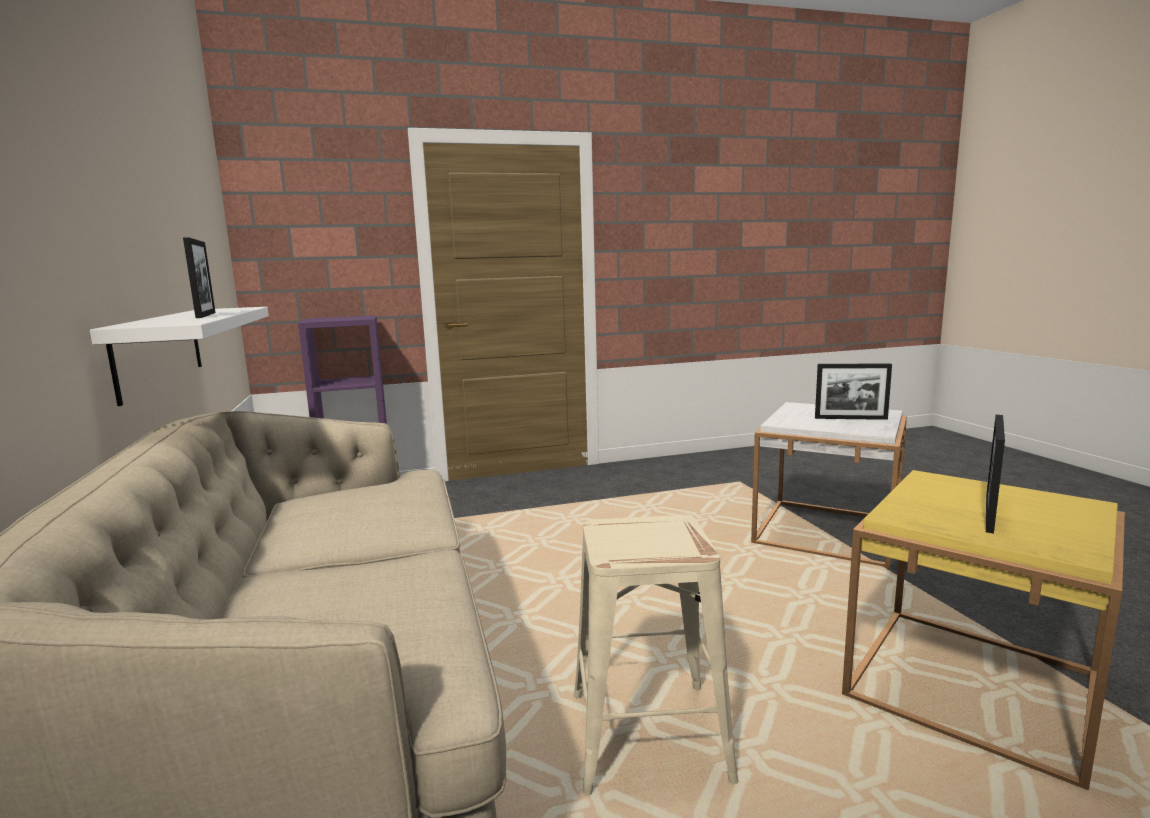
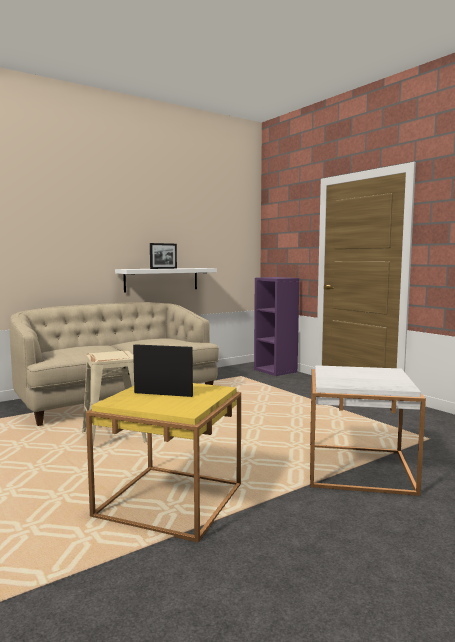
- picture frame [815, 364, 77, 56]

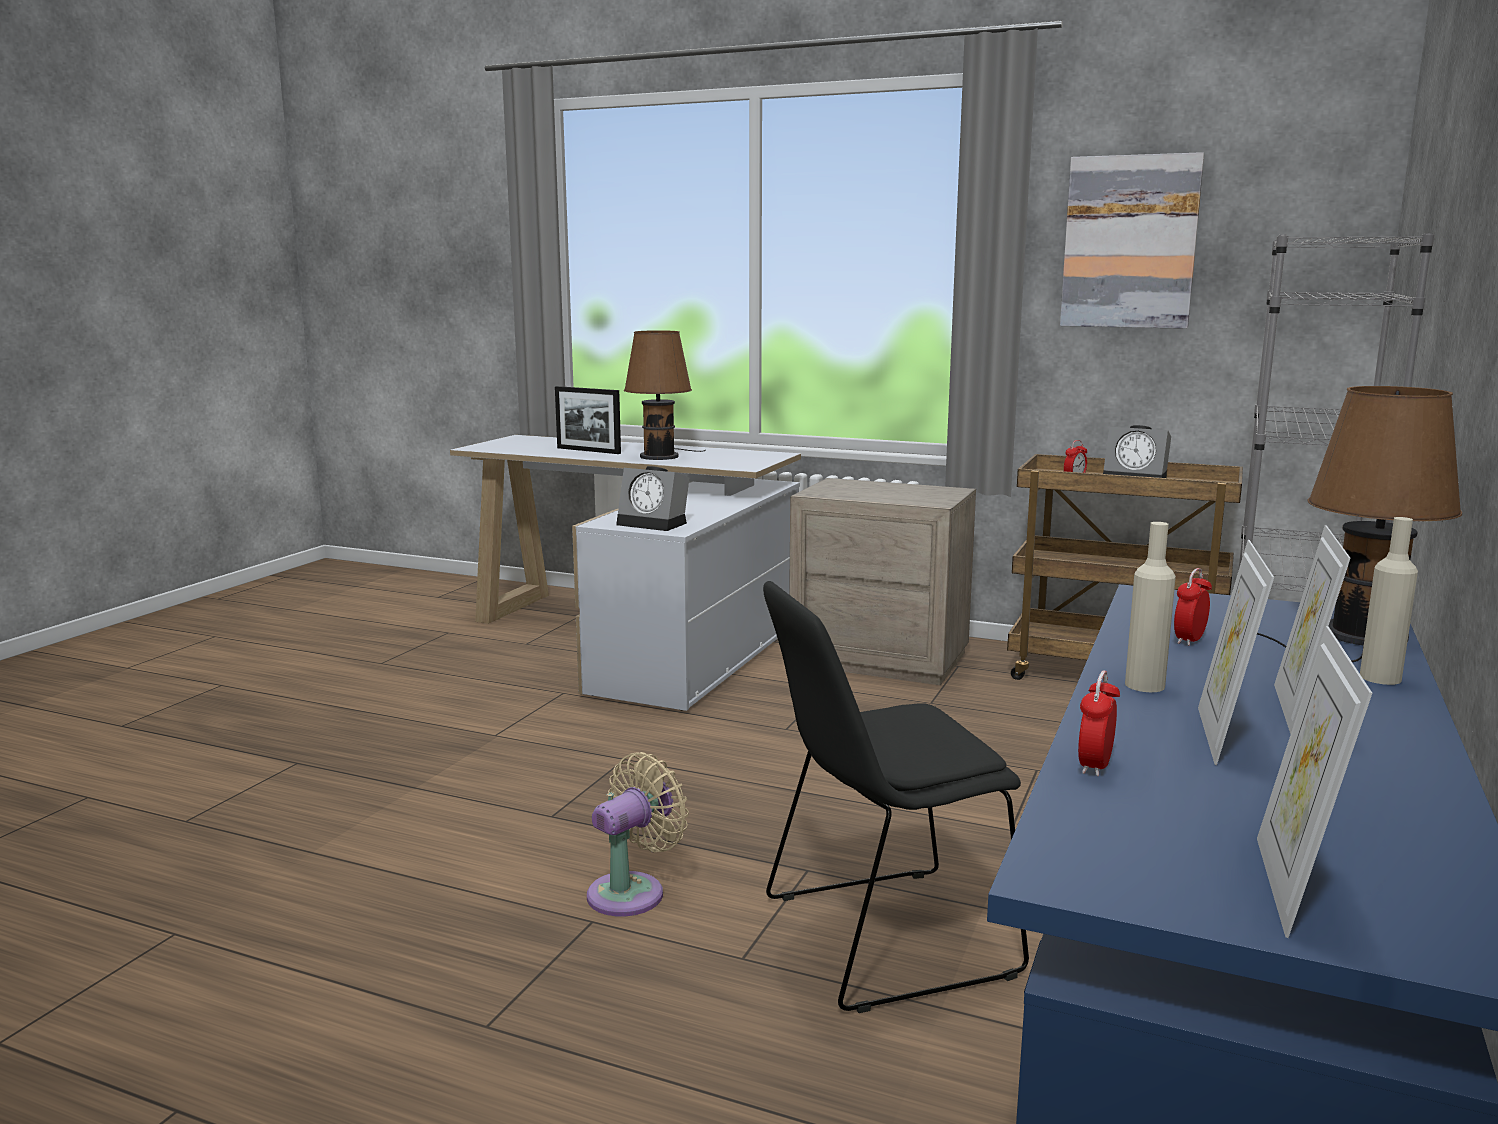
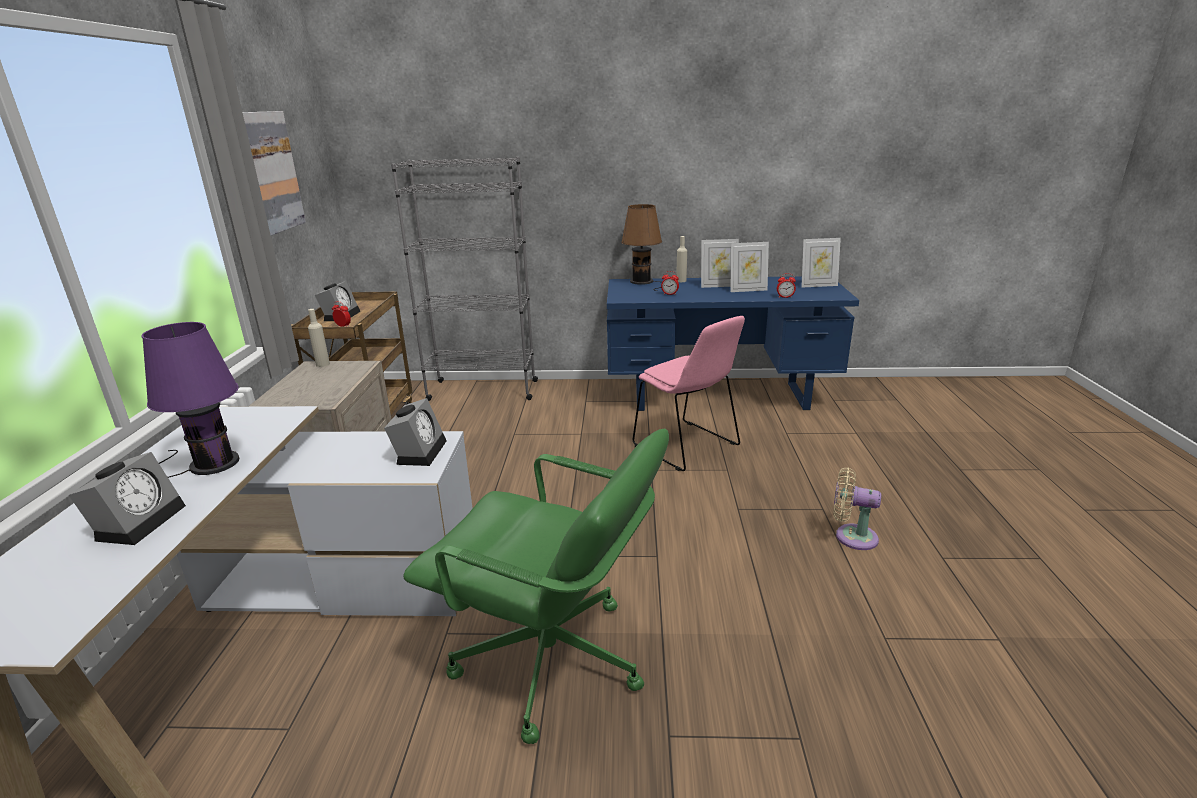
+ green office chair [403, 429, 266, 315]
~ beige fan [587, 752, 102, 164] to [833, 467, 48, 83]
~ beige bottle [1125, 522, 51, 170] to [308, 309, 22, 58]
~ picture frame [555, 386, 66, 68] to alarm clock [69, 452, 117, 93]
~ brown table lamp [624, 330, 81, 130] to purple table lamp [141, 322, 98, 156]
~ black chair [763, 581, 266, 432] to pink chair [633, 316, 112, 155]

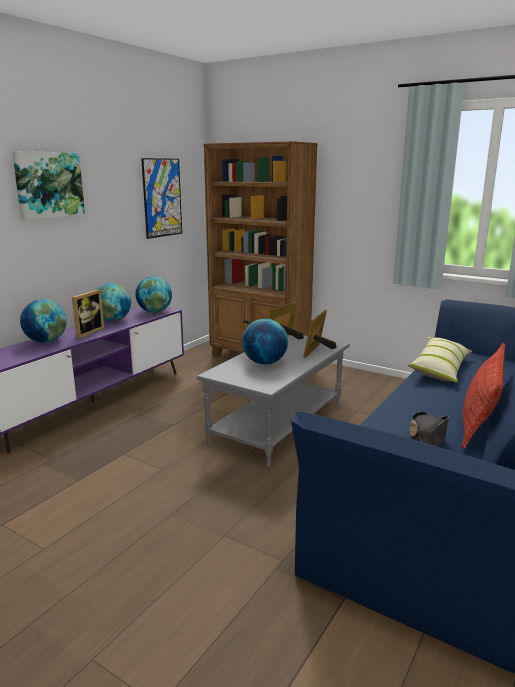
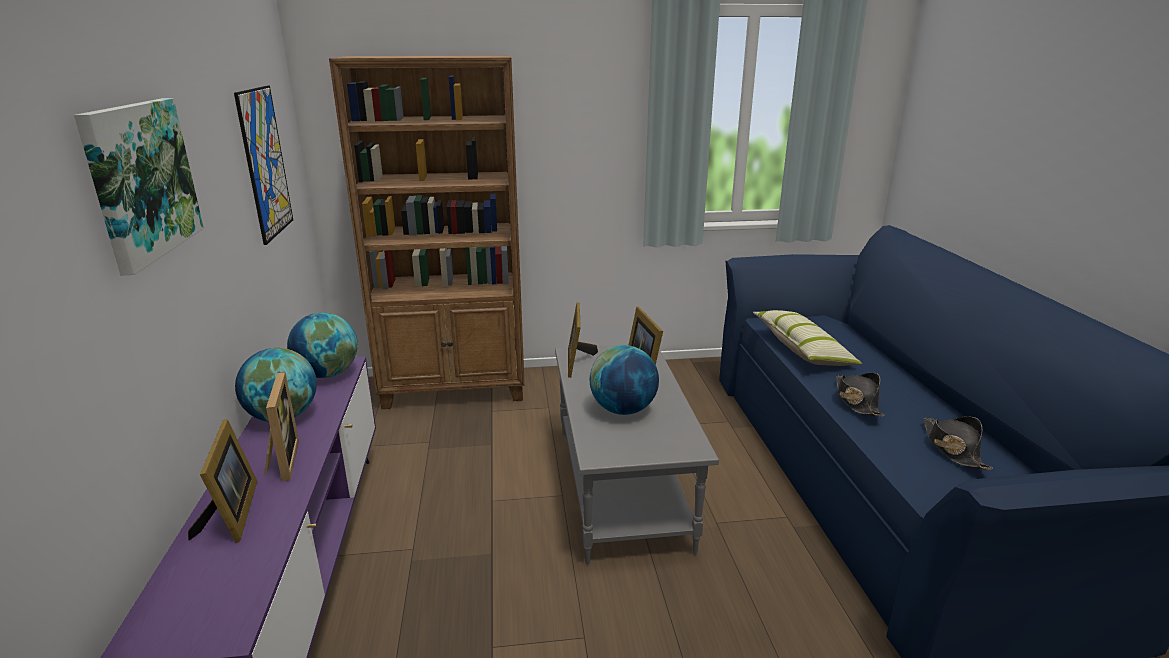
- pillow [461, 343, 44, 105]
+ black hat [836, 373, 48, 43]
~ globe [20, 299, 47, 44] to picture frame [188, 419, 69, 124]

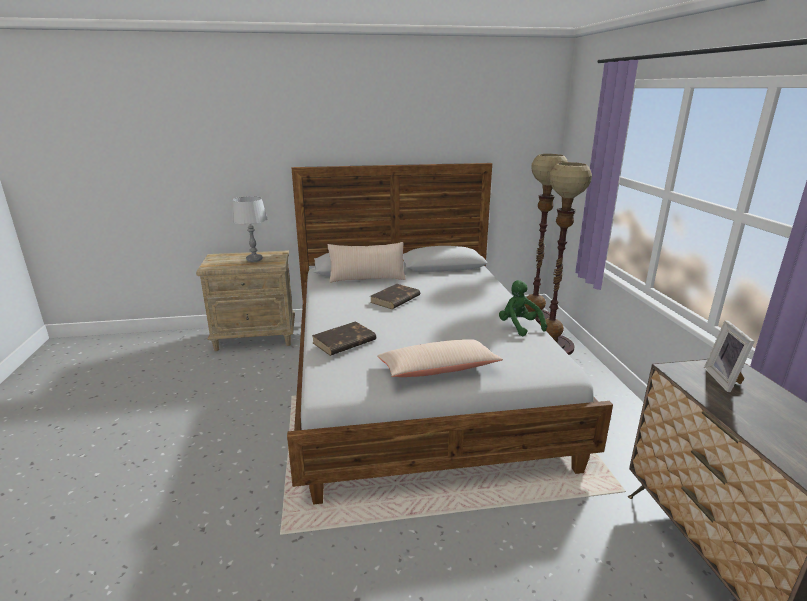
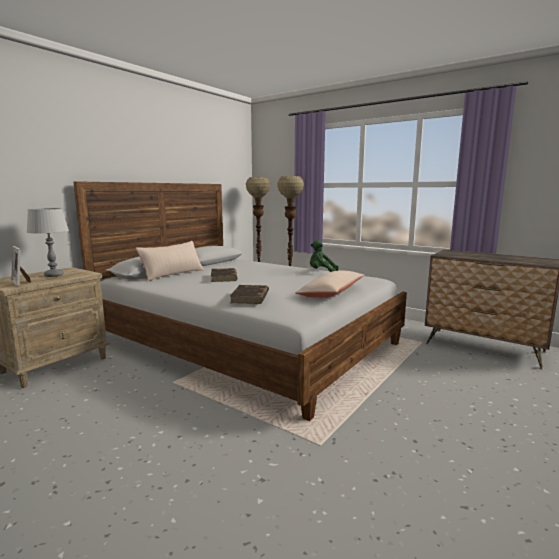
~ picture frame [704, 320, 51, 73] to [11, 246, 20, 40]

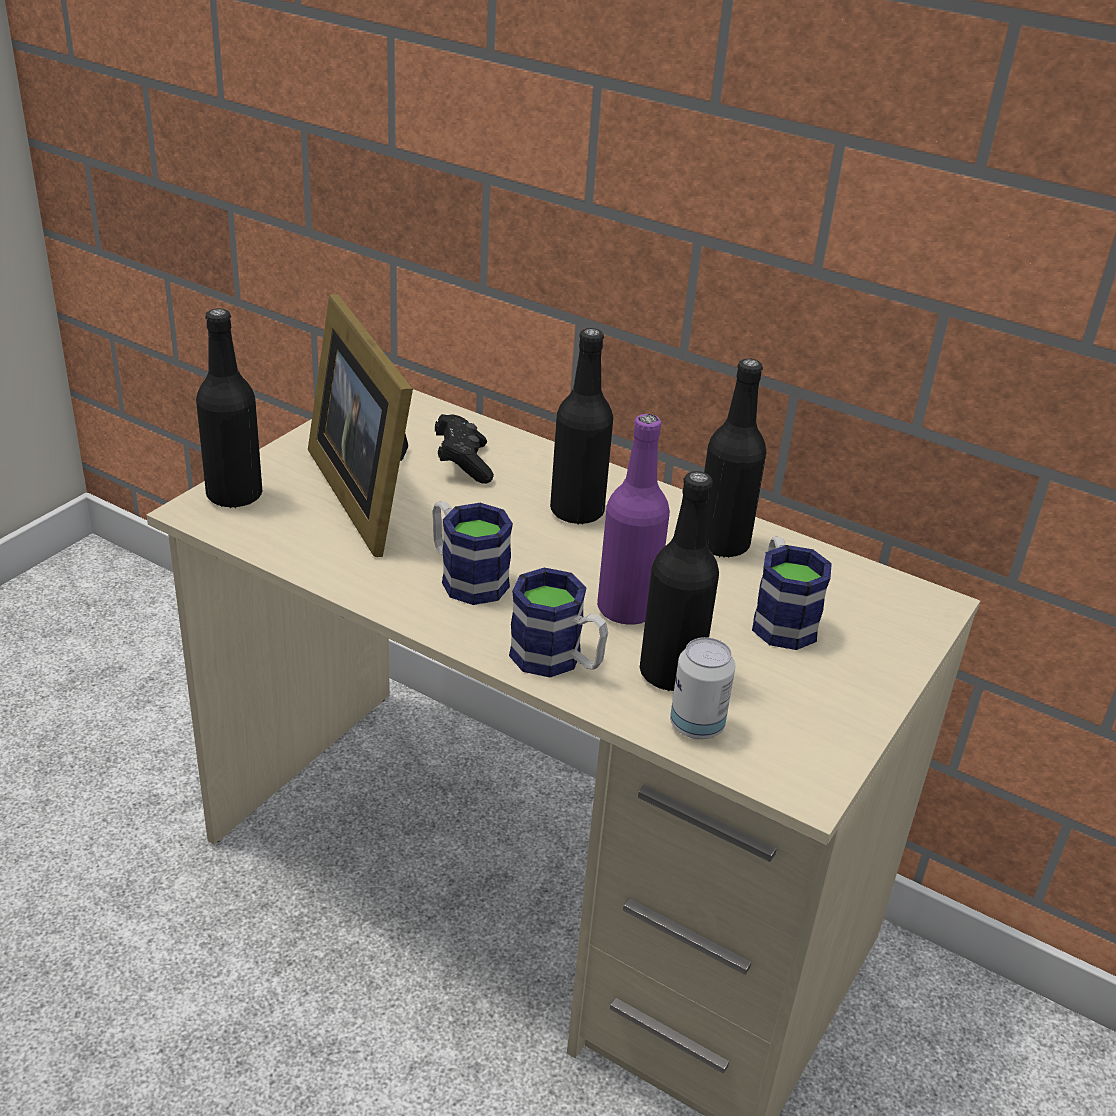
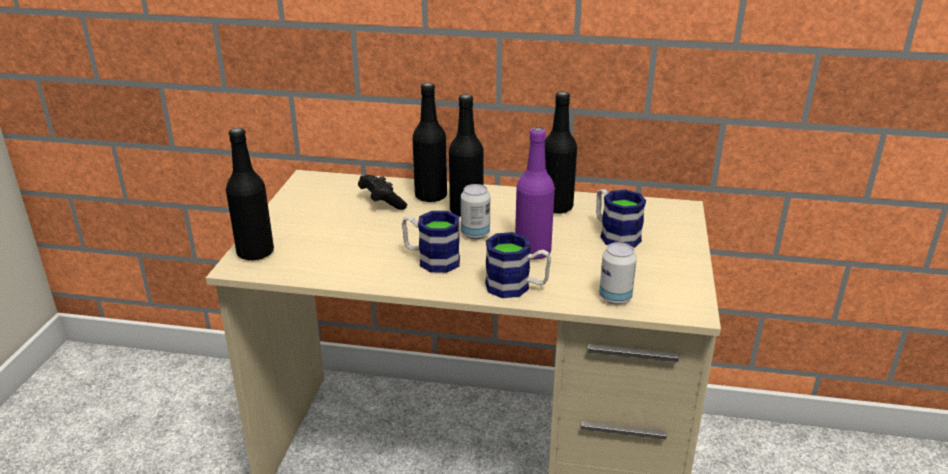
- picture frame [308, 294, 105, 263]
+ can [461, 184, 29, 55]
~ black bottle [640, 471, 79, 221] to [412, 83, 35, 120]

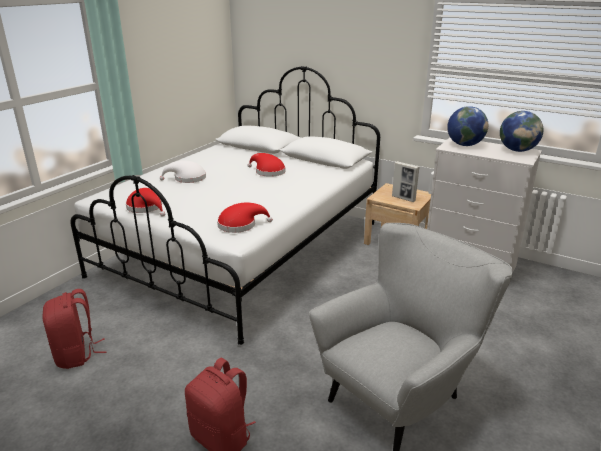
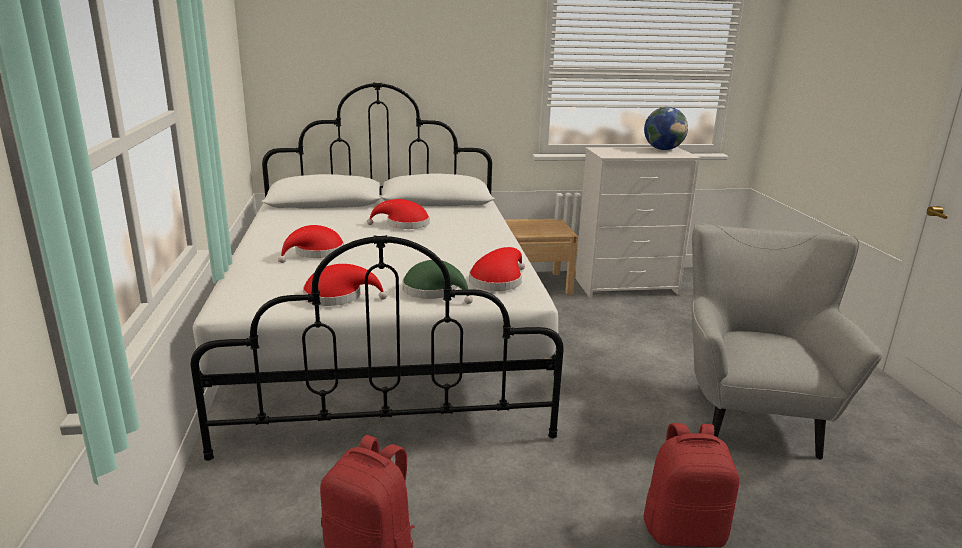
- picture frame [392, 161, 28, 41]
- globe [447, 106, 41, 40]
+ green hat [402, 260, 71, 44]
~ white hat [160, 160, 46, 23] to red hat [278, 225, 66, 38]

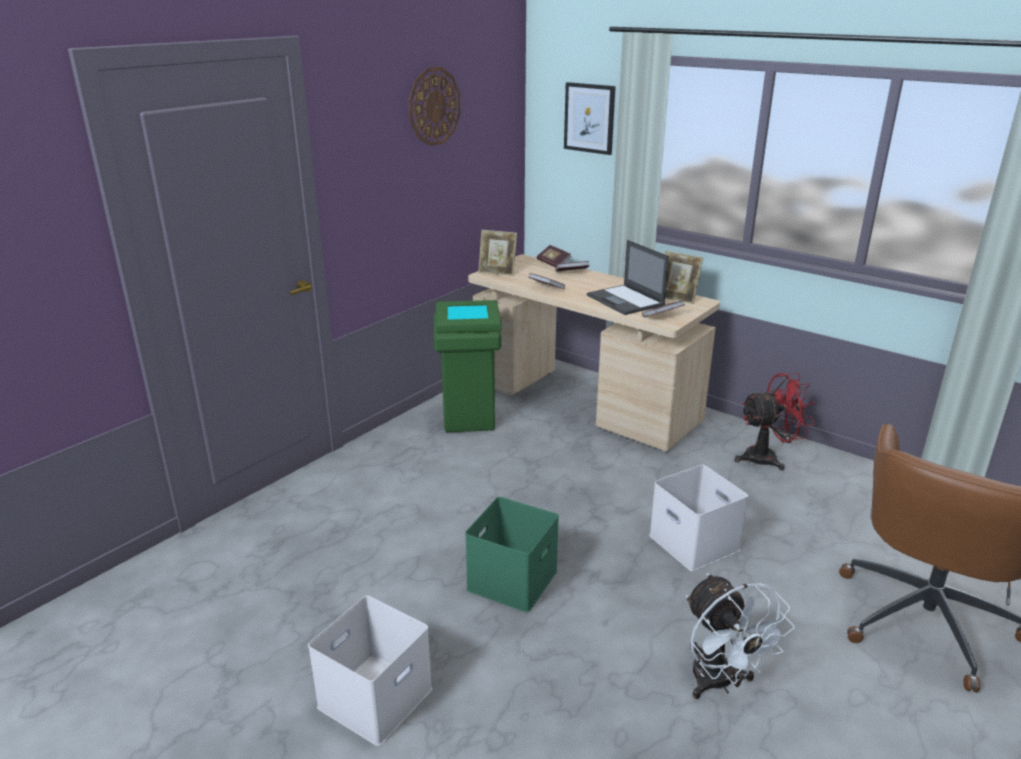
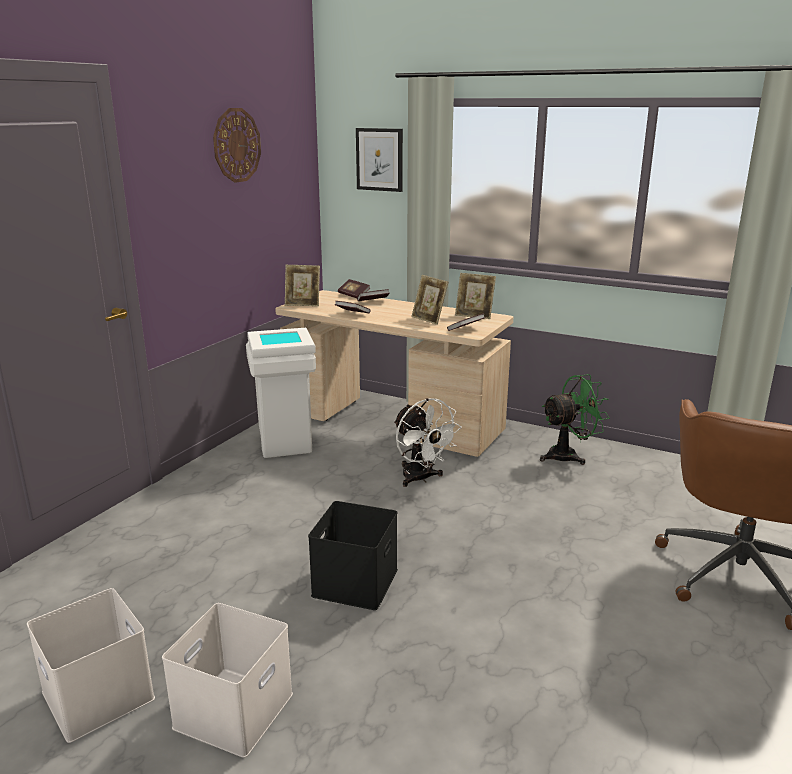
~ white storage box [649, 464, 100, 107] to [27, 588, 128, 155]
~ white fan [686, 573, 109, 126] to [394, 398, 68, 89]
~ laptop [587, 240, 82, 75] to picture frame [411, 275, 37, 50]
~ green trash can [434, 300, 68, 132] to white trash can [246, 328, 70, 130]
~ green storage box [465, 497, 94, 115] to black storage box [308, 501, 90, 109]
~ red fan [735, 373, 81, 98] to green fan [540, 374, 70, 91]

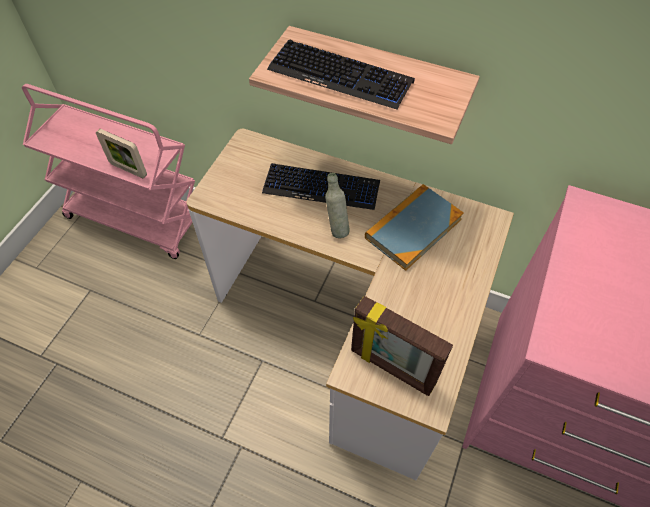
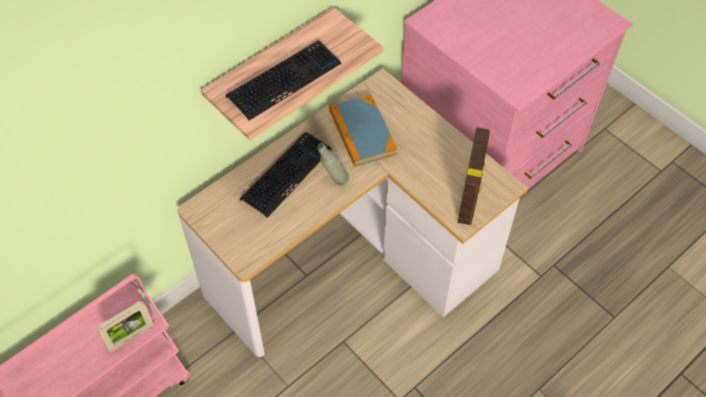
~ picture frame [351, 296, 102, 100] = [458, 127, 32, 98] 45 degrees counterclockwise

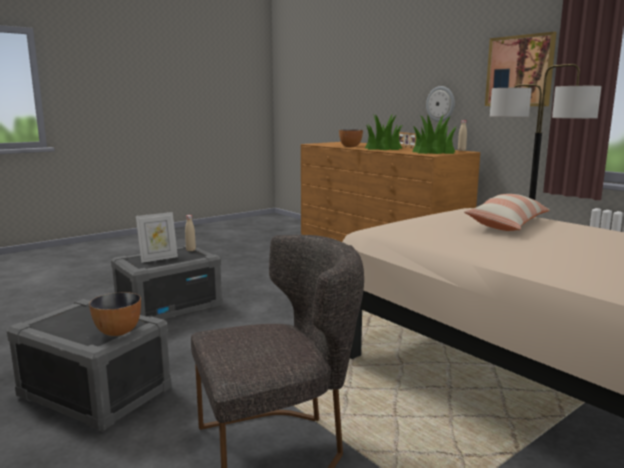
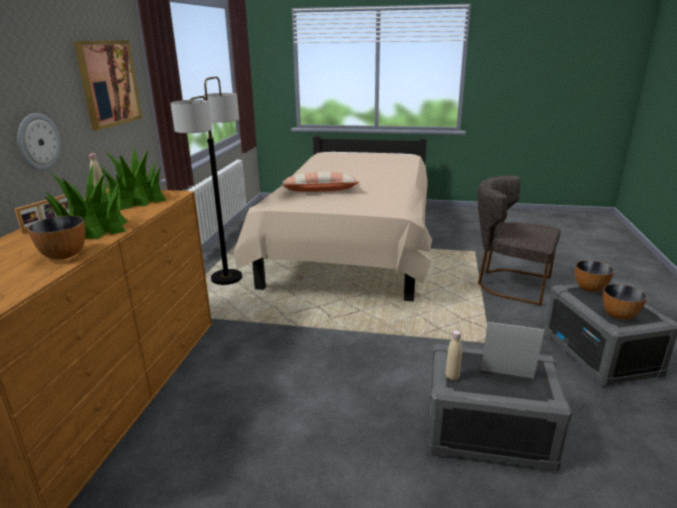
+ bowl [603, 284, 44, 36]

